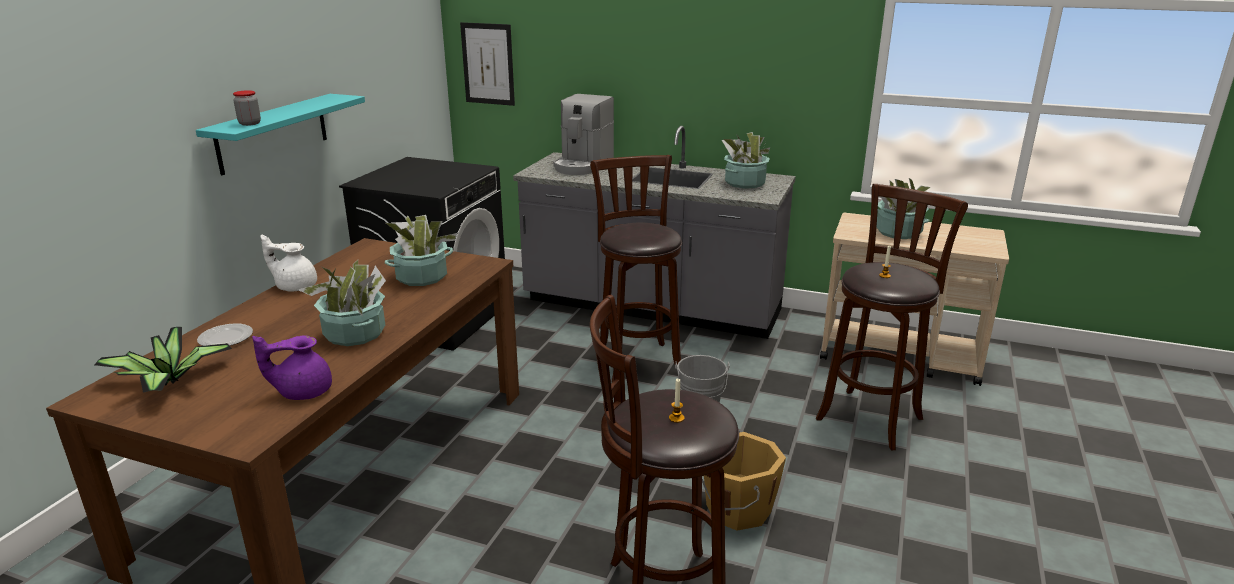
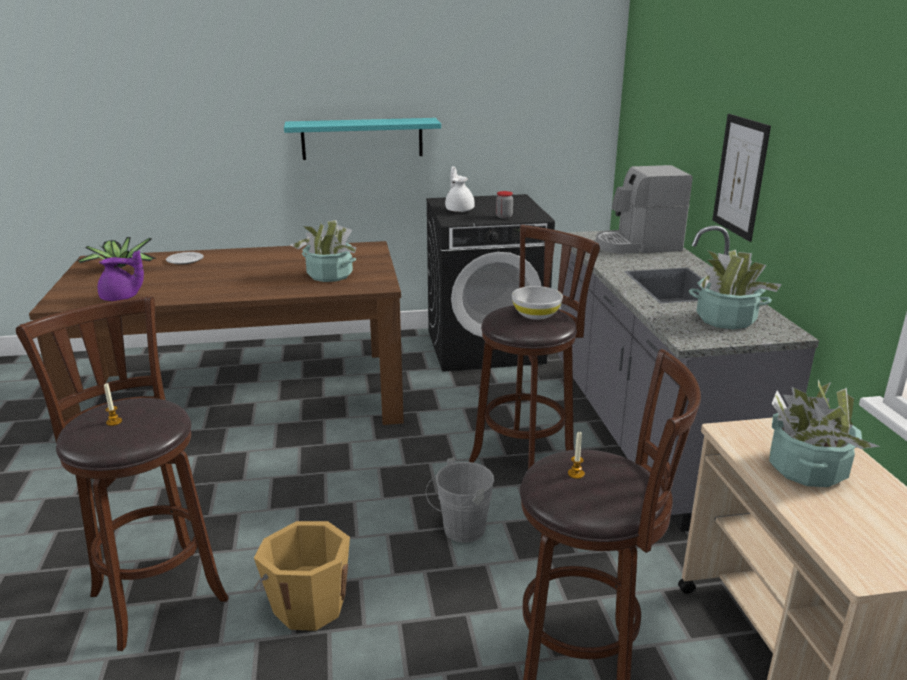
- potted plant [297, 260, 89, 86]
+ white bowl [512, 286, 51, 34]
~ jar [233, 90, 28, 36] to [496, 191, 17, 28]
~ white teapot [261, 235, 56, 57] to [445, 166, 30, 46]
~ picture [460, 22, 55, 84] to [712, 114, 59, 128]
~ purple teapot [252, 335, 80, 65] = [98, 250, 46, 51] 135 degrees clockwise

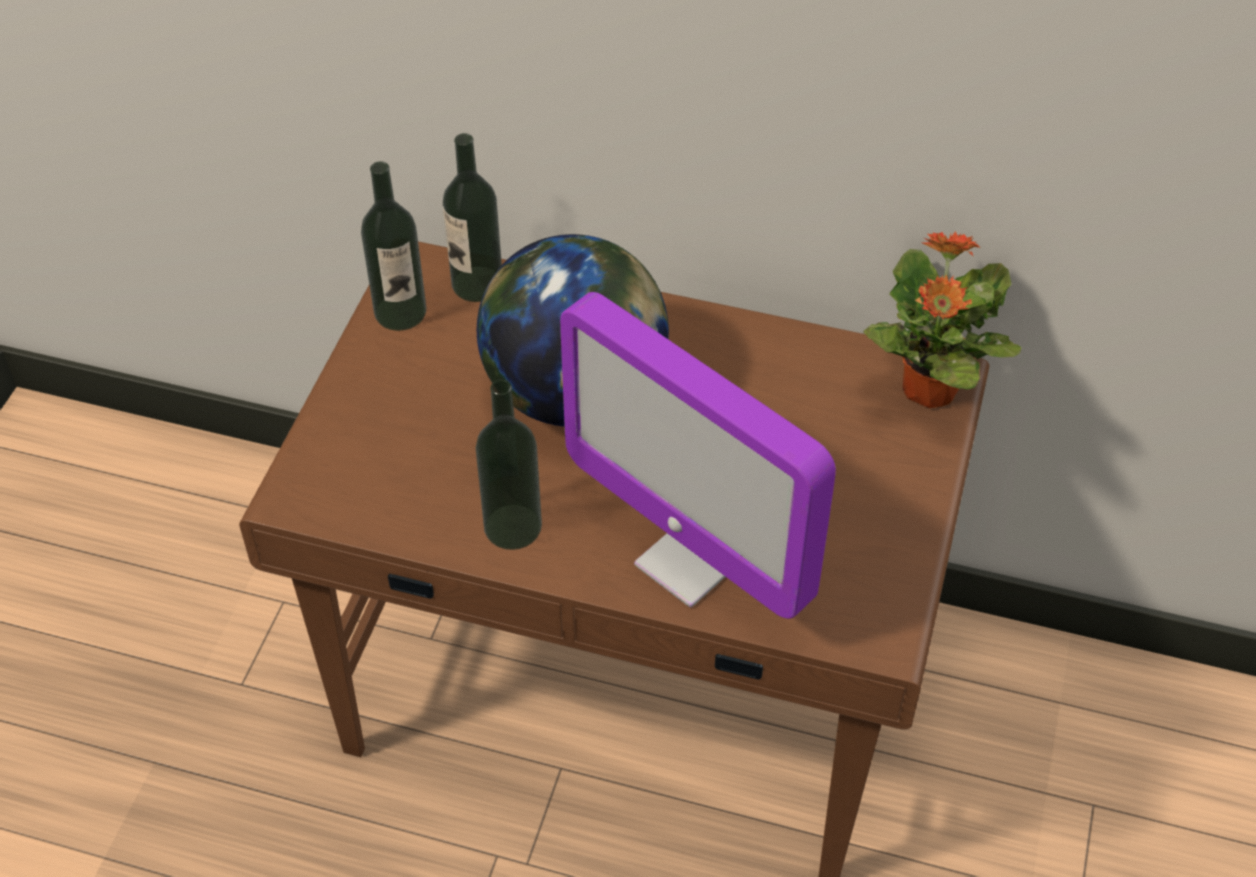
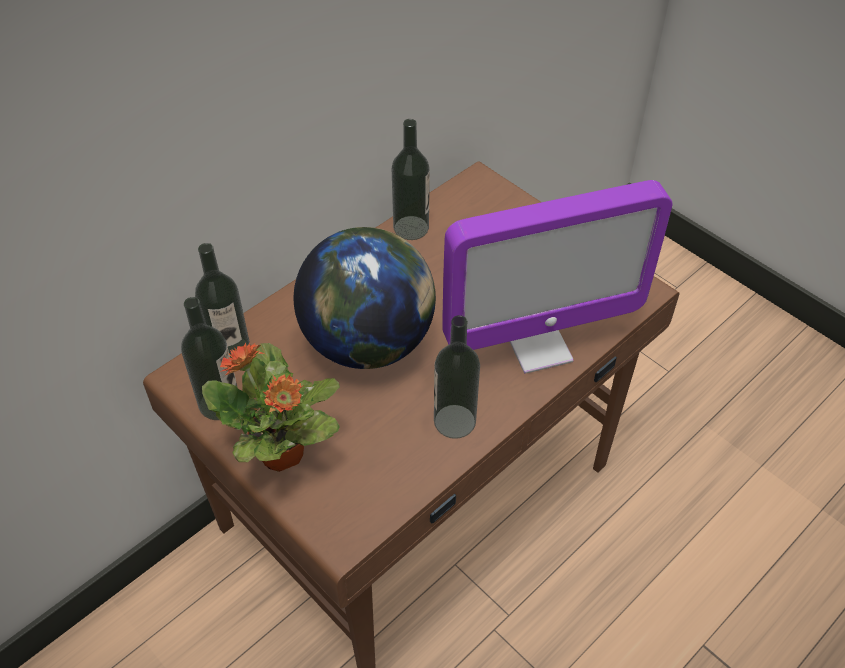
+ bottle [392, 119, 38, 121]
~ potted plant [863, 231, 158, 177] to [202, 343, 138, 129]

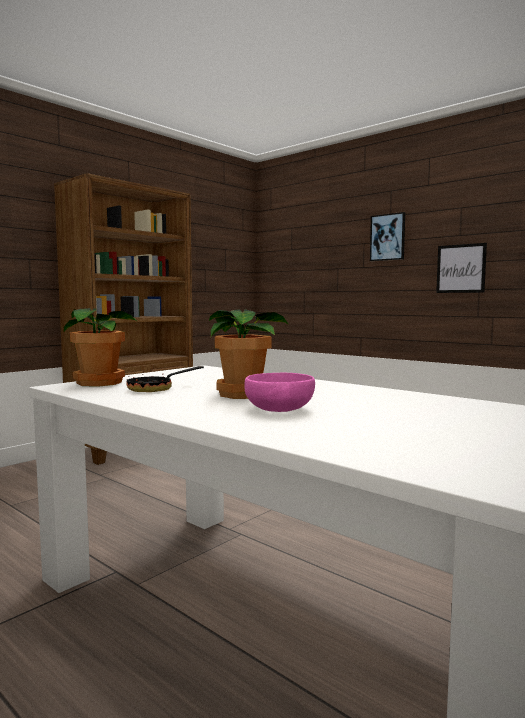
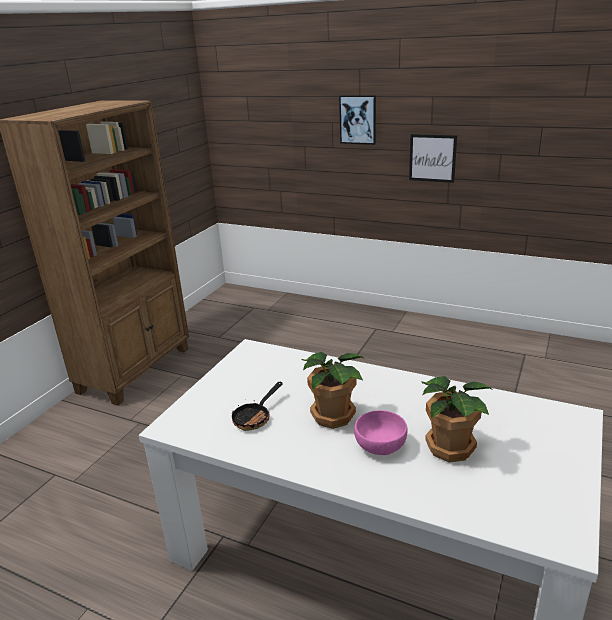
~ potted plant [64, 308, 74, 79] to [421, 376, 71, 86]

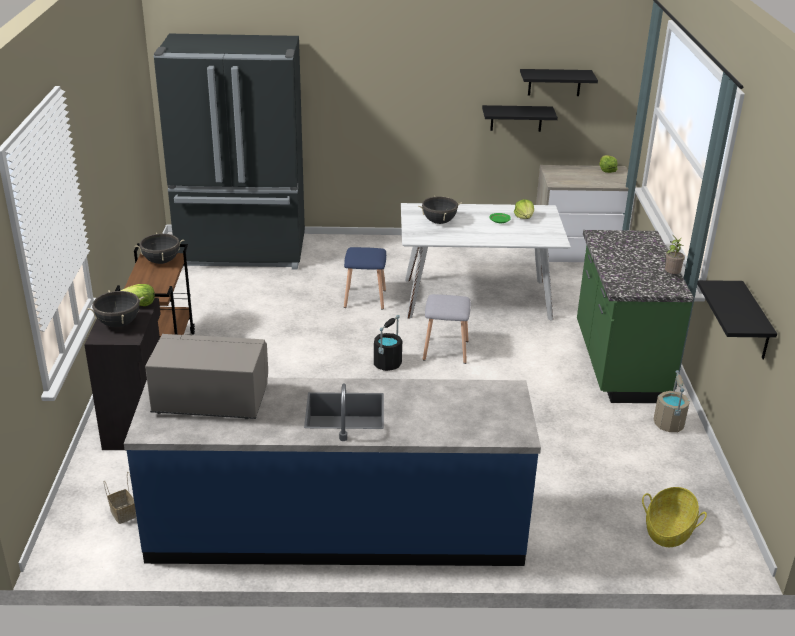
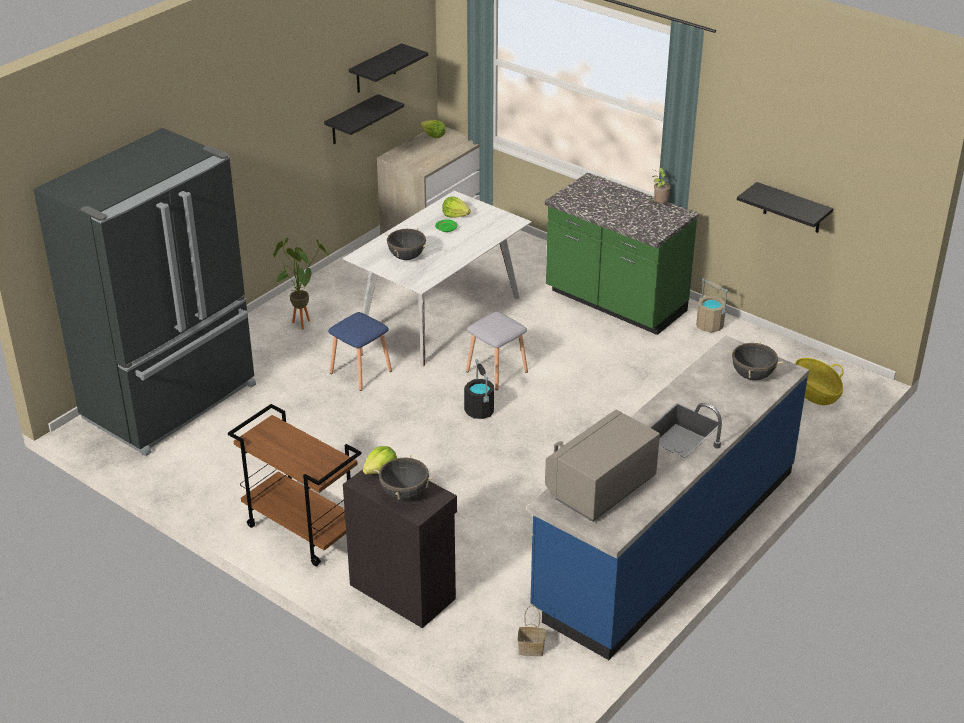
+ potted plant [273, 238, 56, 92]
~ black cooking pot [135, 233, 49, 31] to [727, 341, 56, 39]

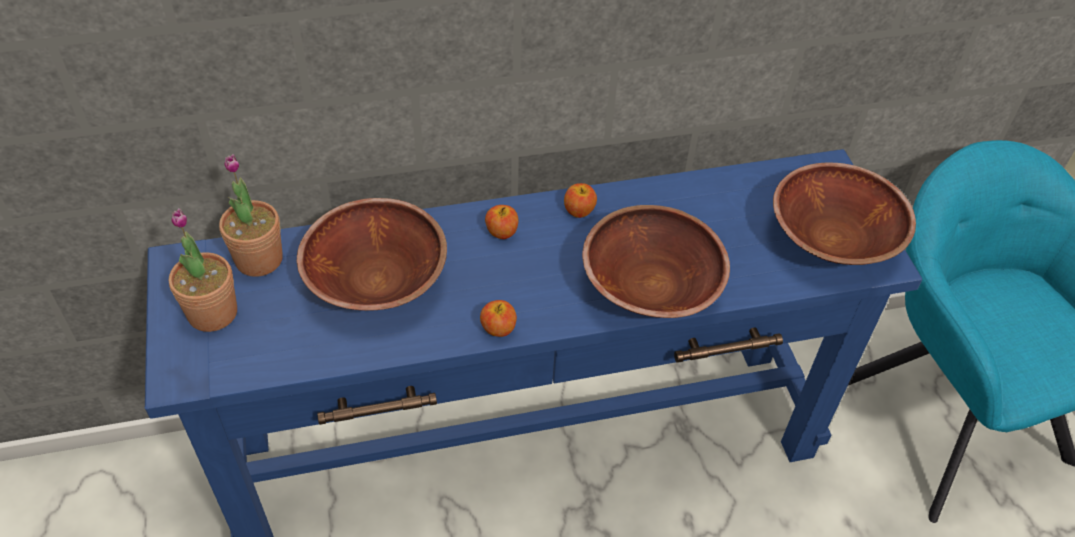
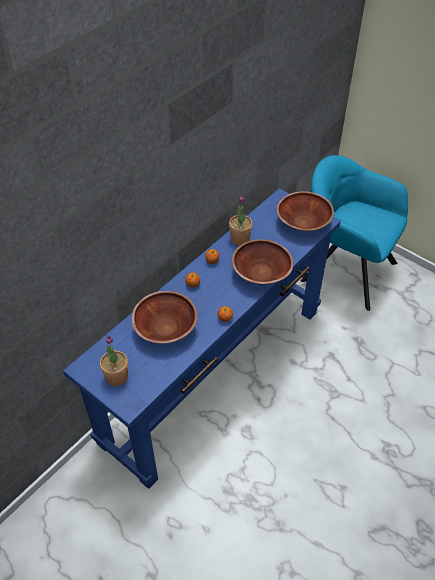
~ potted plant [219, 154, 64, 123] to [229, 195, 23, 50]

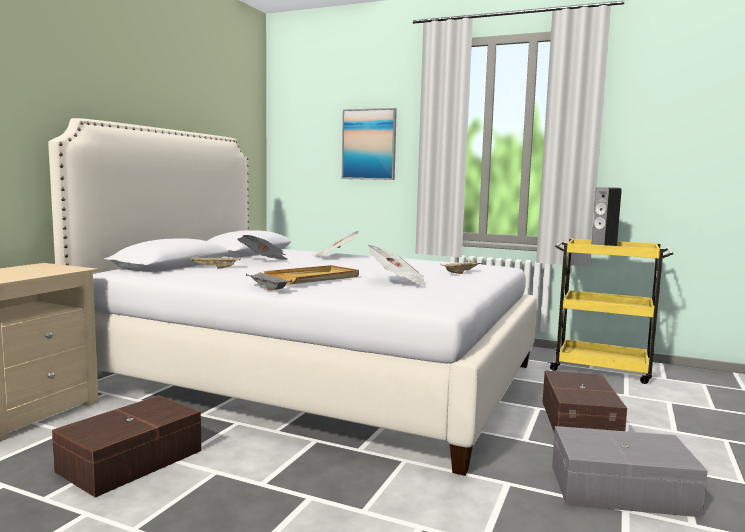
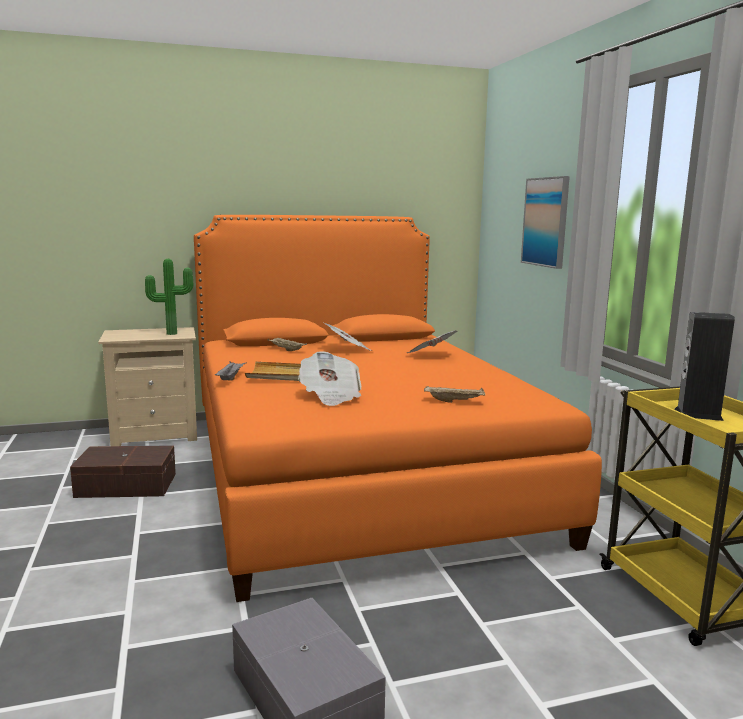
- brown storage box [543, 371, 84, 61]
+ potted plant [145, 259, 48, 76]
~ white bed [48, 118, 489, 358] to orange bed [194, 215, 408, 387]

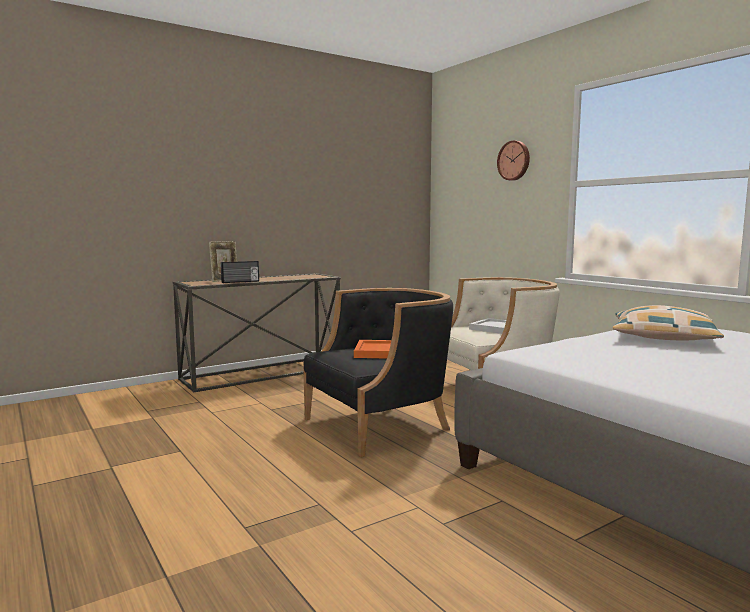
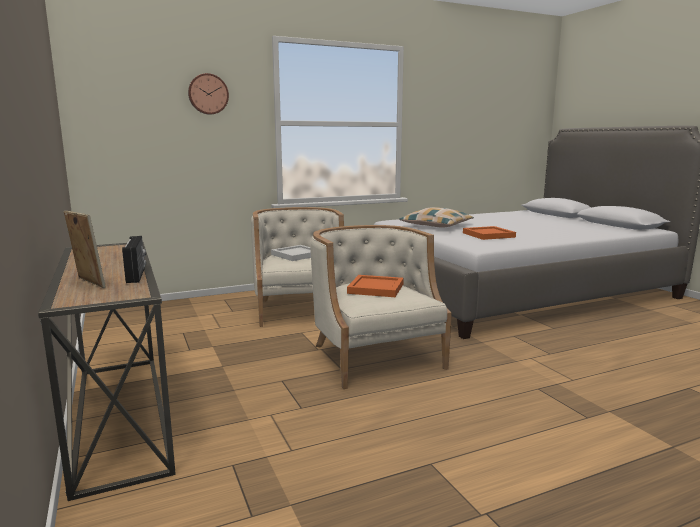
+ orange tray [463, 226, 53, 14]
~ black armchair [303, 288, 150, 169] to beige armchair [310, 225, 142, 164]

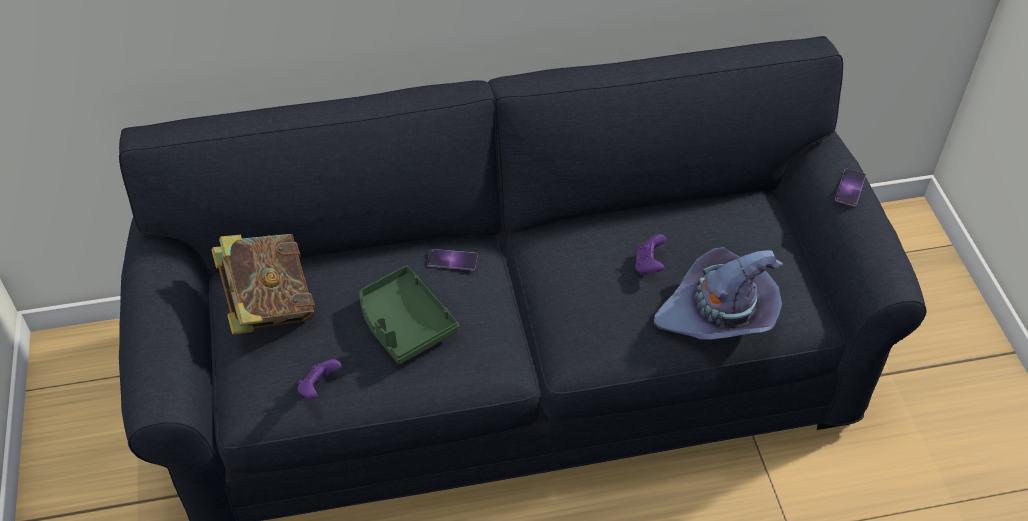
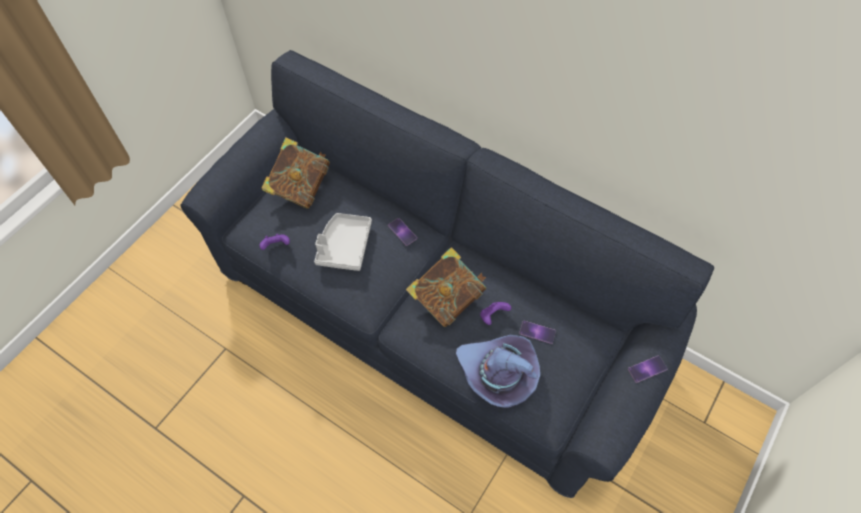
+ book [406, 247, 81, 80]
+ phone [519, 321, 37, 23]
~ green tray [360, 265, 99, 99] to grey tray [314, 213, 58, 58]

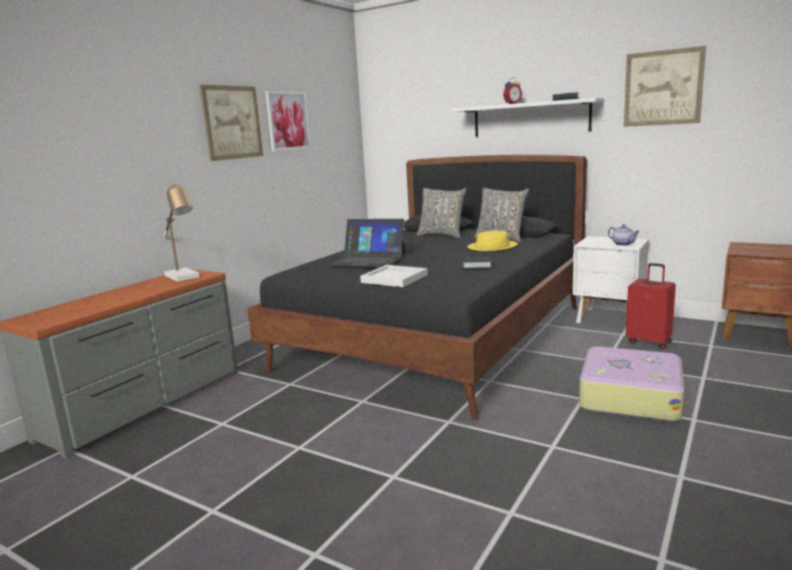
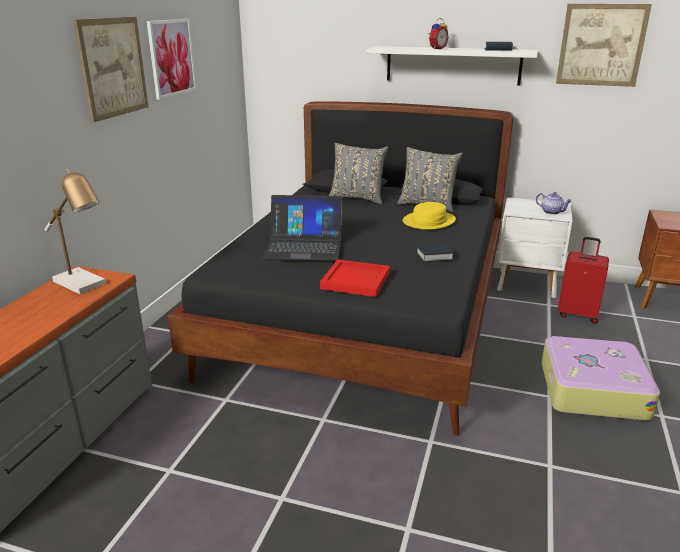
~ white tray [360, 265, 68, 22] to red tray [320, 259, 70, 38]

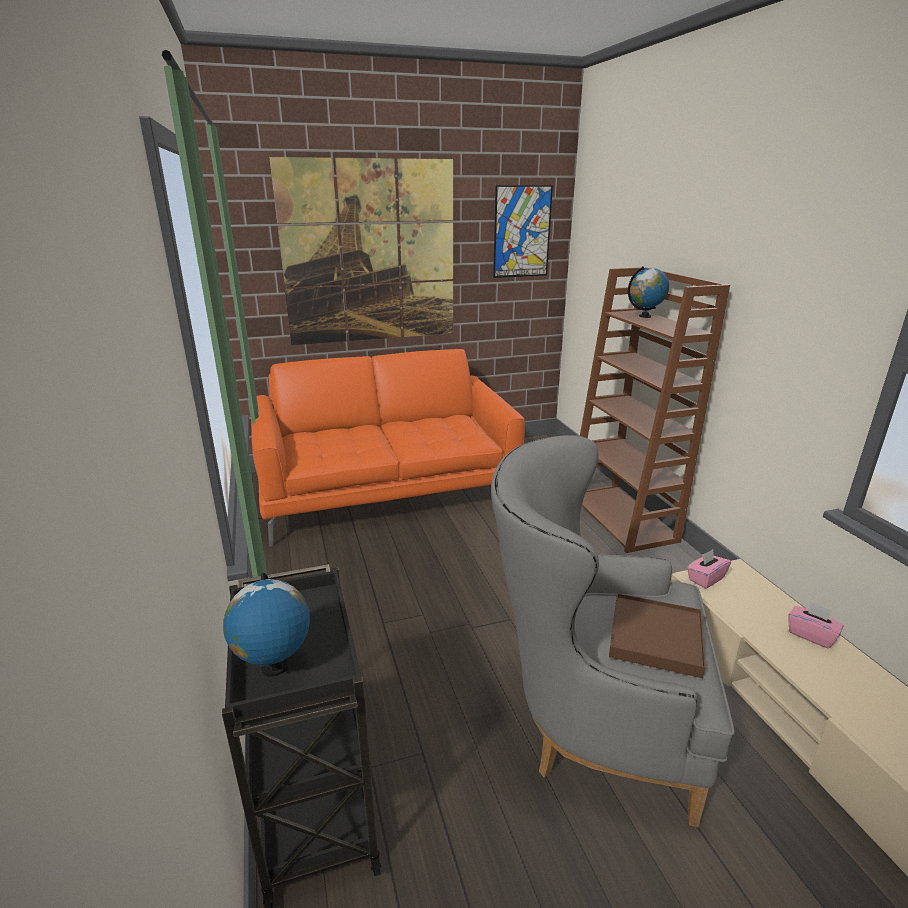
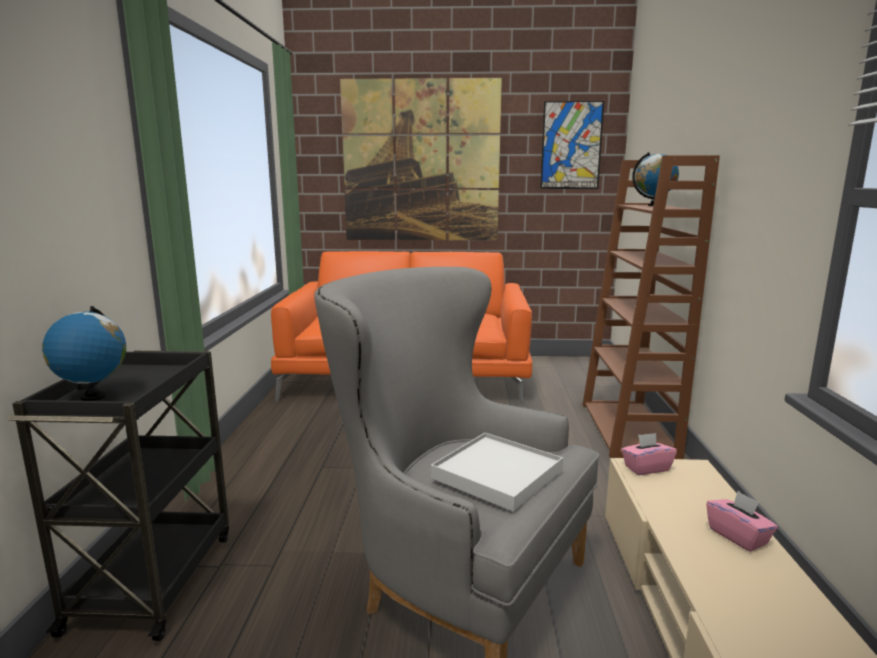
~ brown tray [609, 593, 97, 85] to white tray [431, 433, 132, 79]

